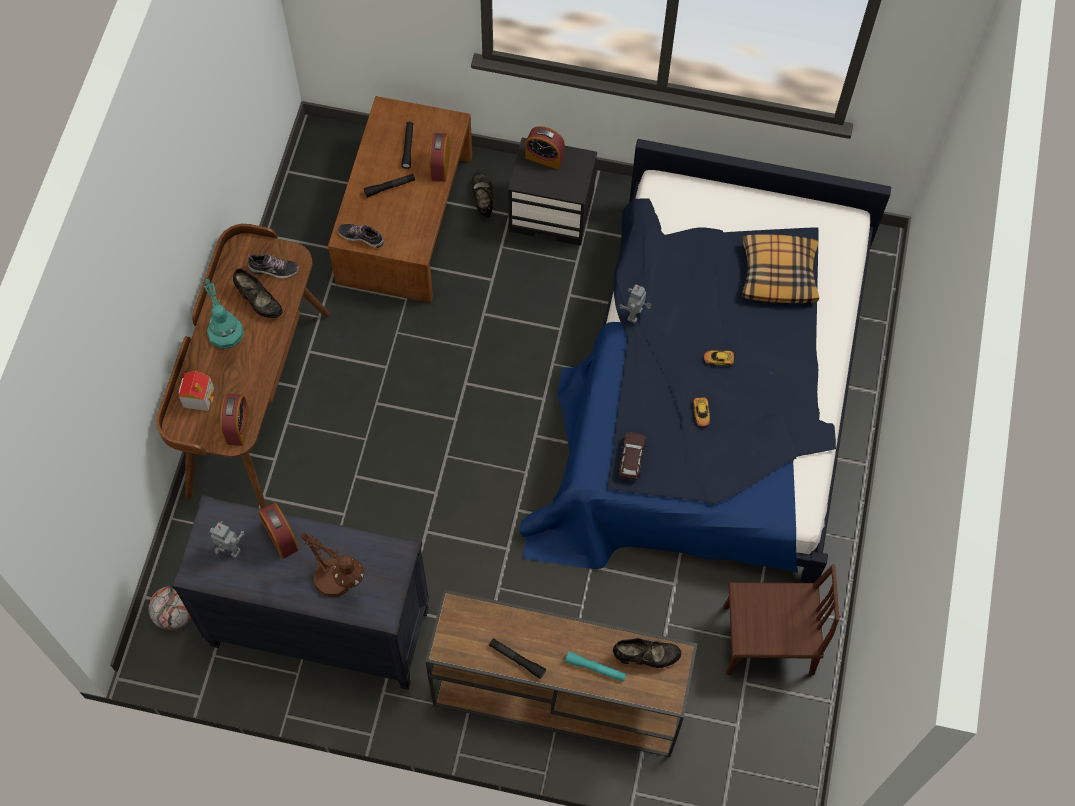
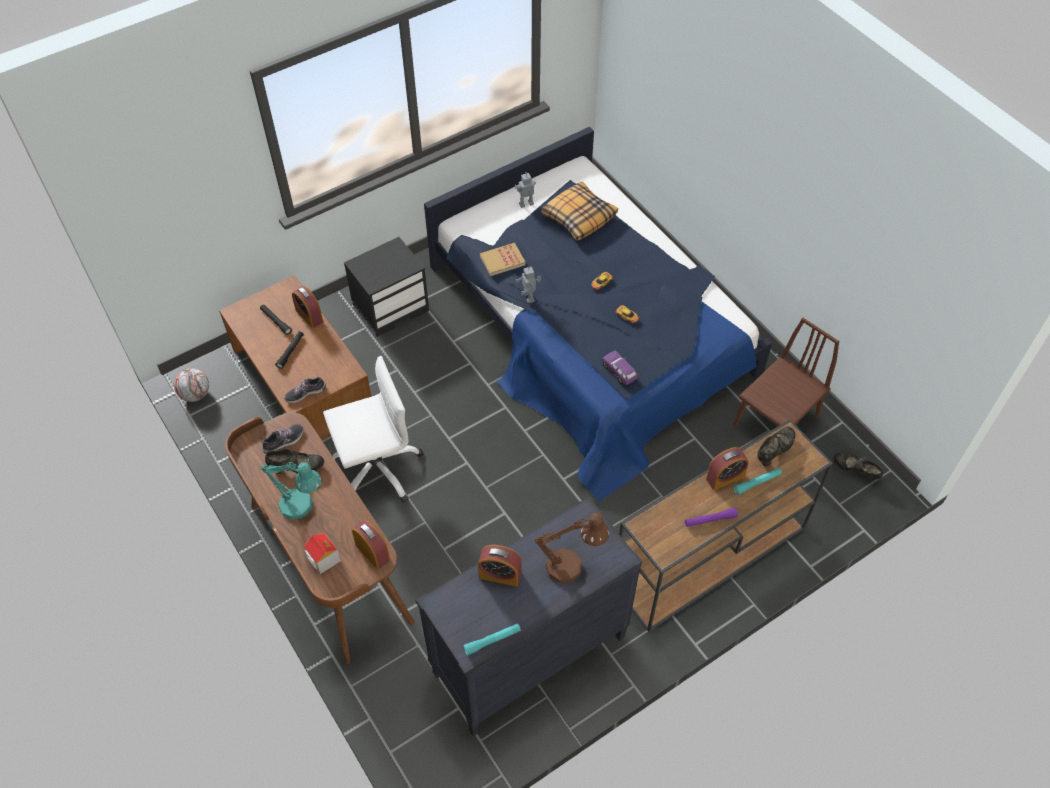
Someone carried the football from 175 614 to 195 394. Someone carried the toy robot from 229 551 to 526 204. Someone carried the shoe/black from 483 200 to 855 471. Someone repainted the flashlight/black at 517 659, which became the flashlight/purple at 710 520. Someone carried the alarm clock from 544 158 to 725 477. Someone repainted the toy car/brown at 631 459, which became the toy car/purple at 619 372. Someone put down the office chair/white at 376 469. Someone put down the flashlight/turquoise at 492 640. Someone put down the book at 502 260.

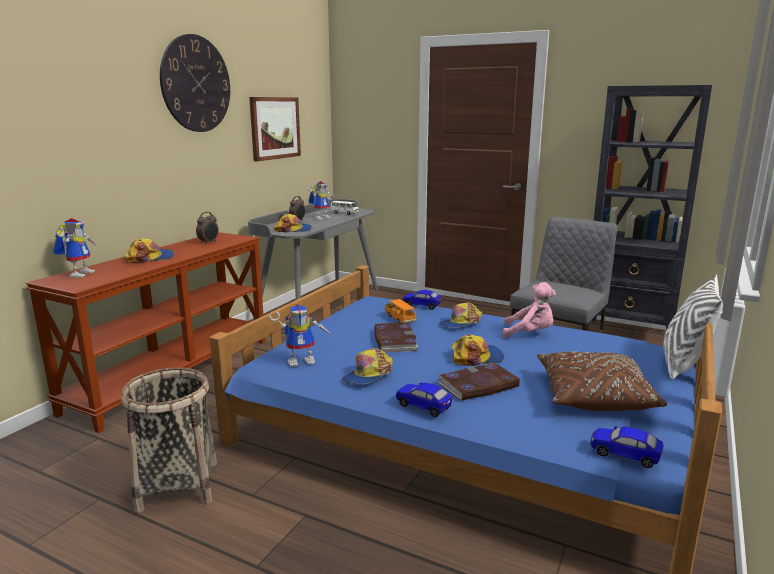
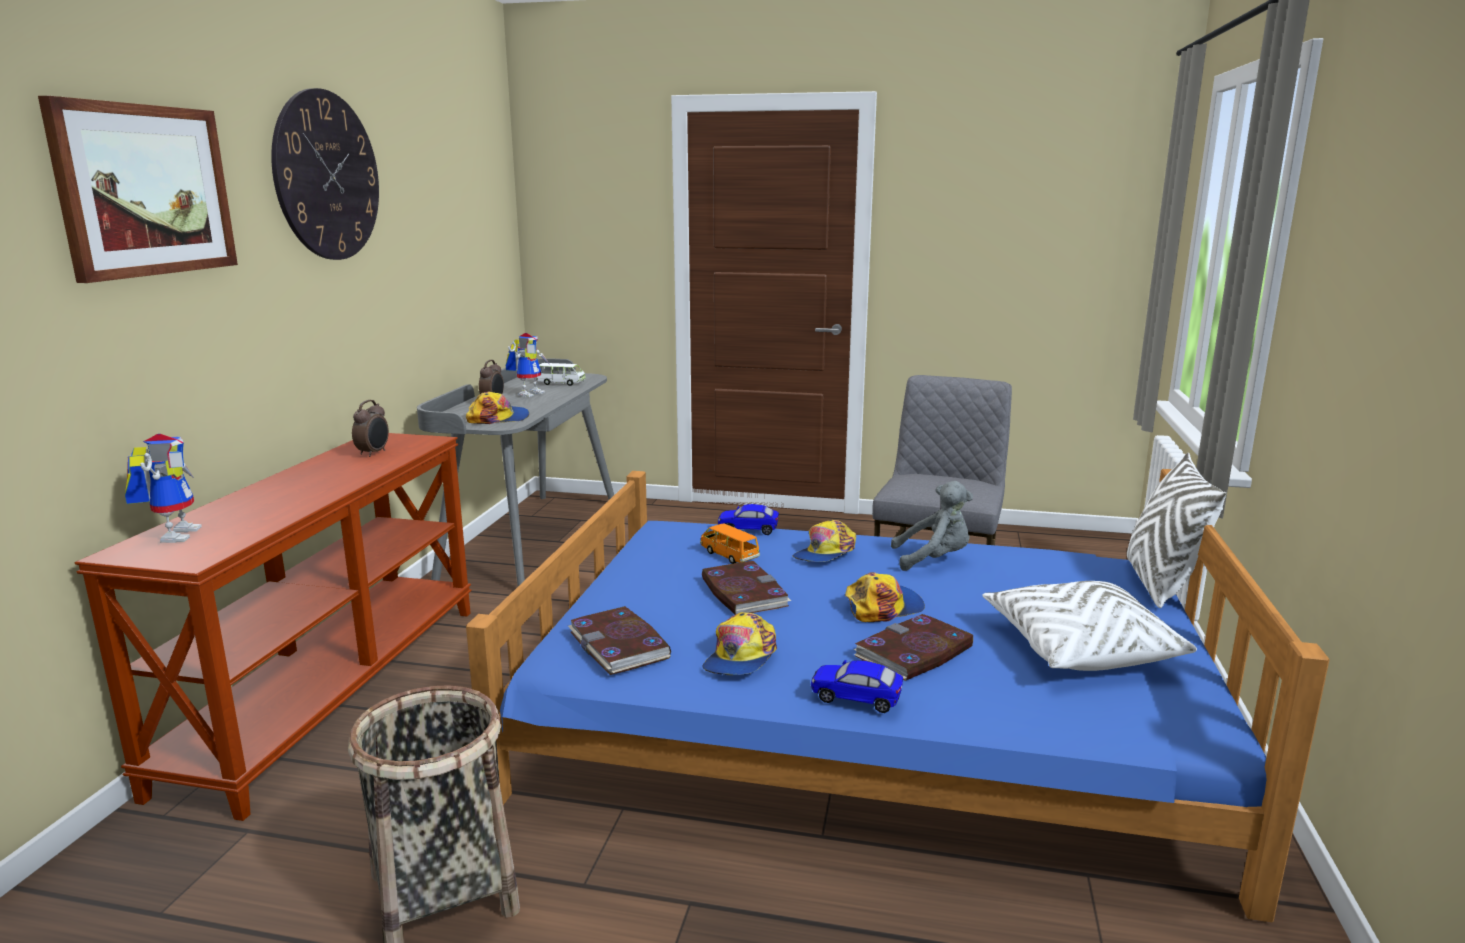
Someone took away the cap at 150 258. Someone carried the picture from 275 128 to 145 190. Someone swapped the toy robot at 303 360 for the book at 619 645. Someone repainted the plush toy/pink at 530 334, which became the plush toy/grey at 934 560. Someone repainted the pillow/brown at 593 396, which became the pillow/white at 1079 648. Someone took away the bookcase/black at 628 335. Someone took away the toy car at 624 455.

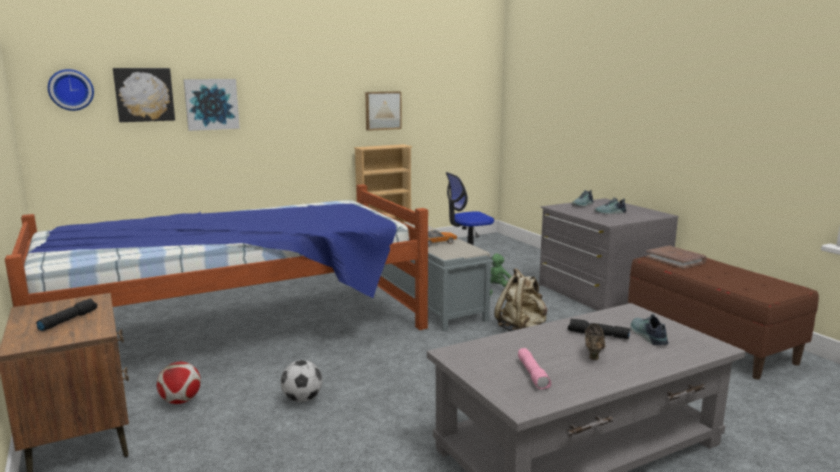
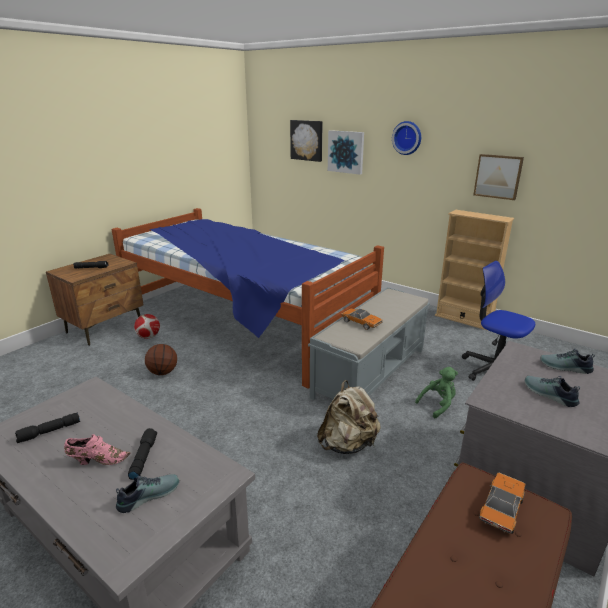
Someone carried the wall clock from 71 89 to 407 138. Someone swapped the football at 302 399 for the basketball at 163 372. Someone repainted the flashlight/pink at 533 374, which became the flashlight/black at 49 432. Someone repainted the shoe/brown at 593 352, which became the shoe/pink at 97 460. Someone swapped the book/brown at 675 260 for the toy car at 501 508.

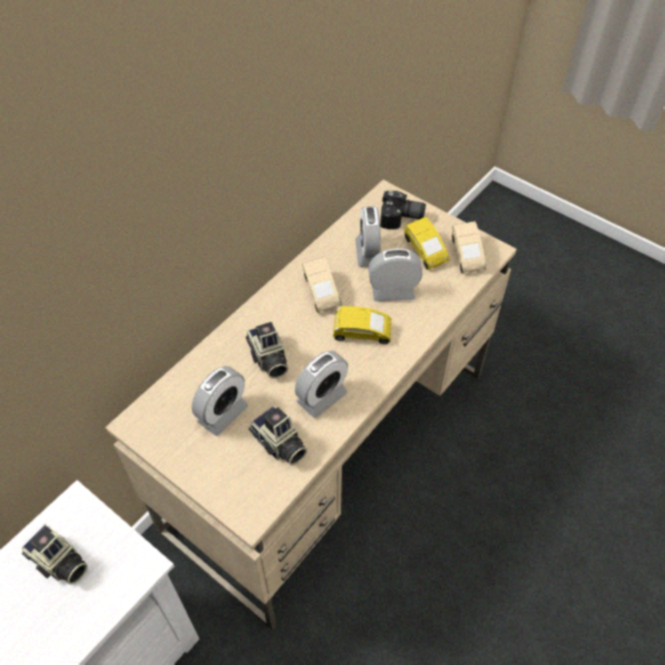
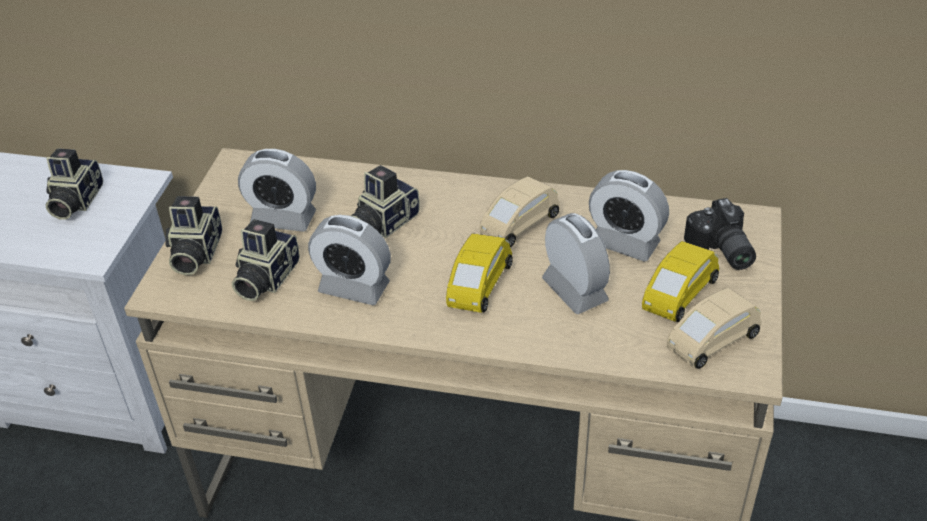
Someone rotated the toy car/yellow at 362 334 by 45 degrees clockwise. Someone rotated the alarm clock at 368 253 by 120 degrees counterclockwise. Someone put down the photo camera at 194 253.

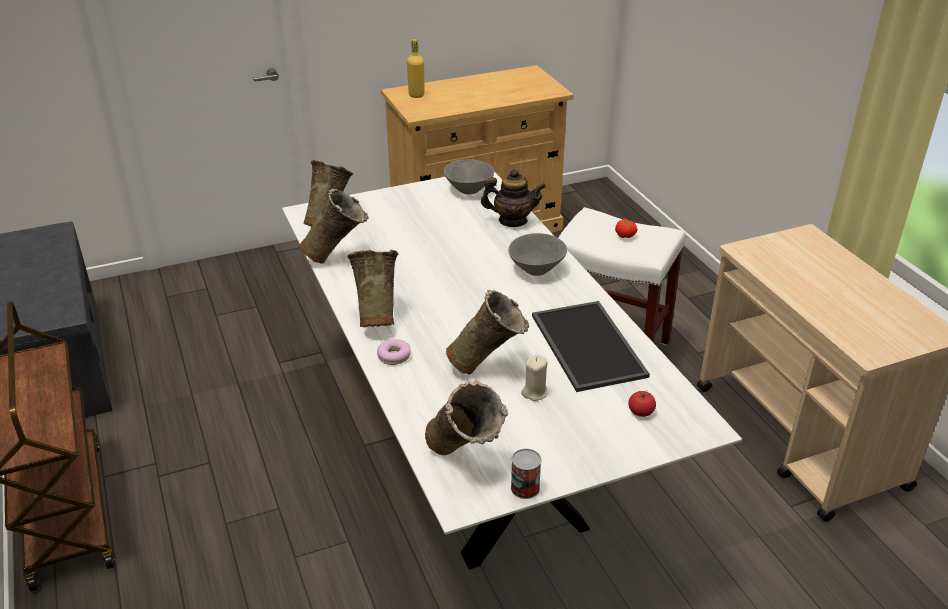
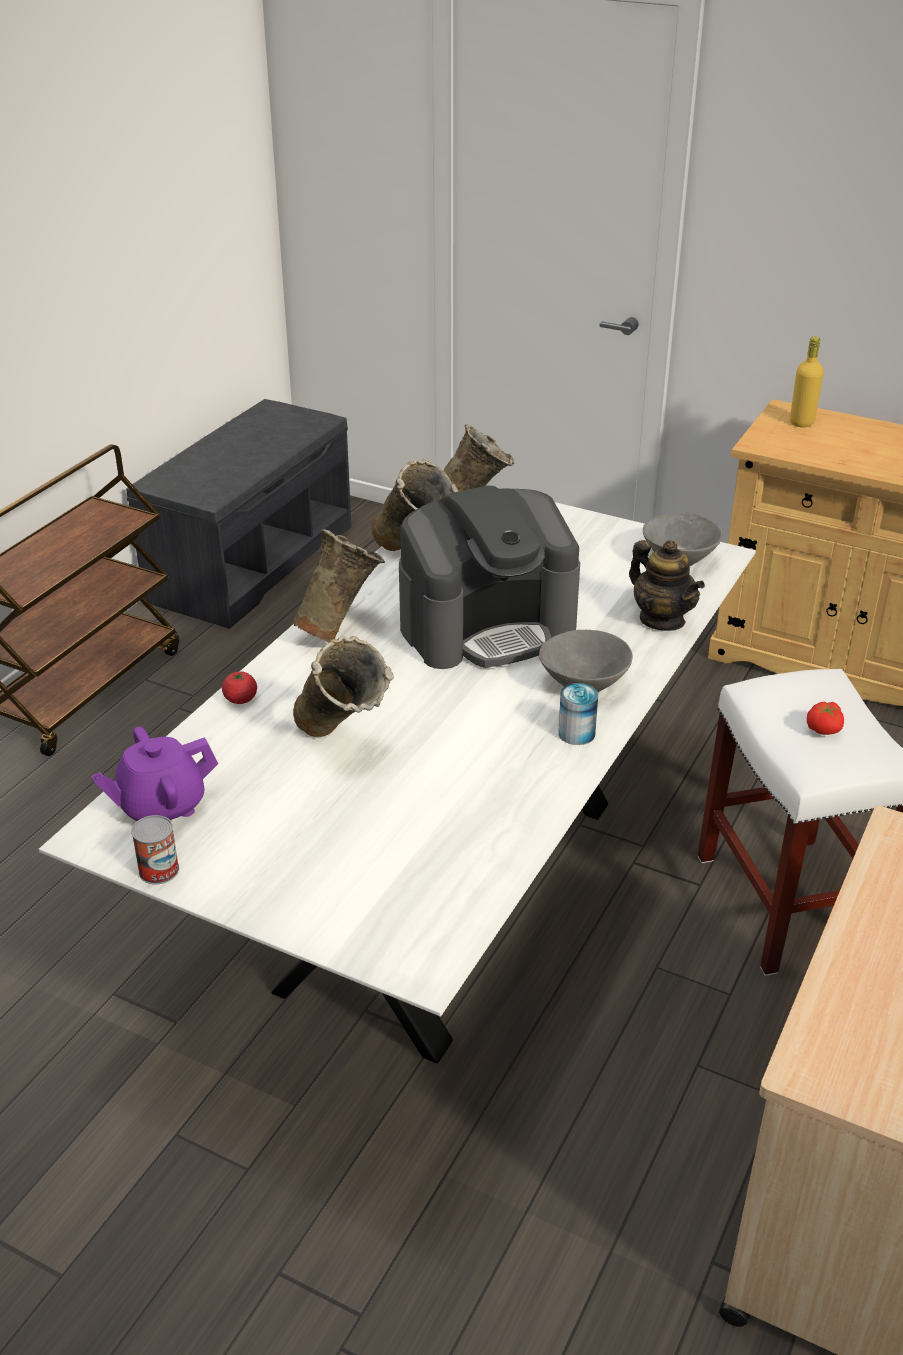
Someone took away the donut at 394 356. Someone swapped the vase/beige at 464 461 for the teapot/purple at 161 806. Someone took away the candle/beige at 534 392. Someone took away the tray at 585 345. Someone carried the tomato from 641 412 to 240 699. Someone put down the coffee machine at 487 626. Someone put down the can at 576 733.

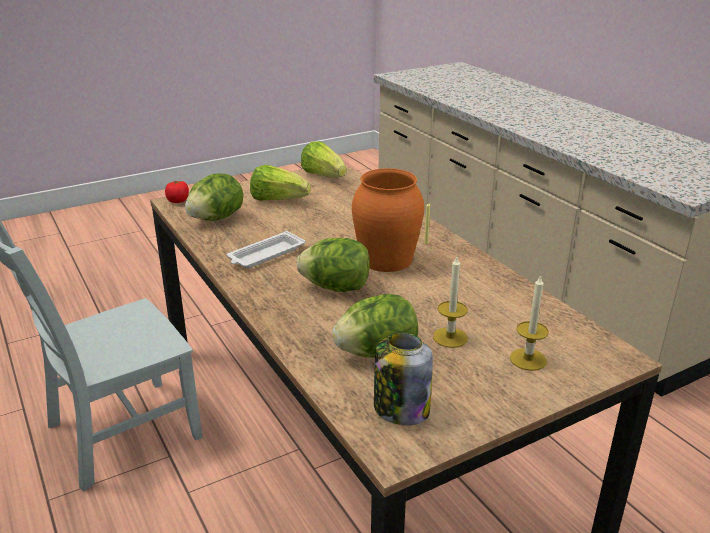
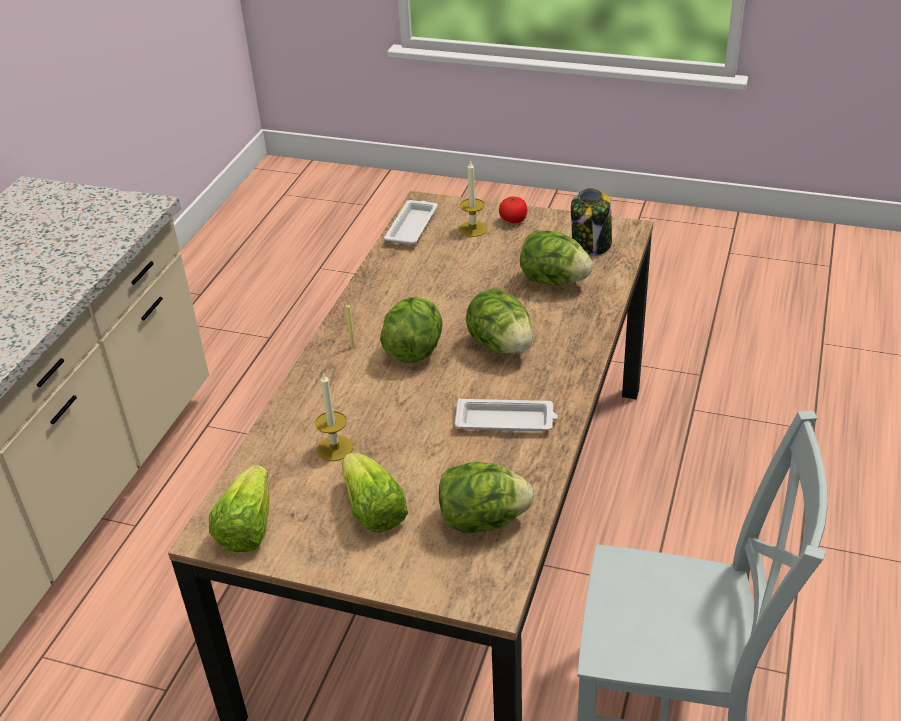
Someone carried the tomato from 178 201 to 513 220. Someone swapped the vase/orange at 386 259 for the lettuce at 414 350. Someone carried the candle from 450 337 to 334 448. Someone put down the tray/white at 412 226.

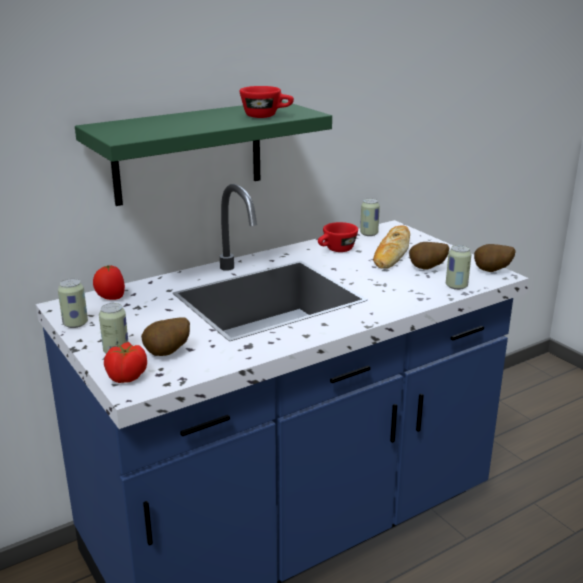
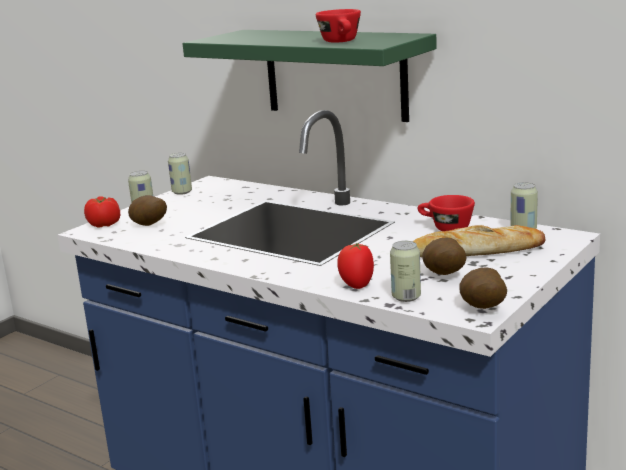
Someone carried the tomato from 110 298 to 356 285.

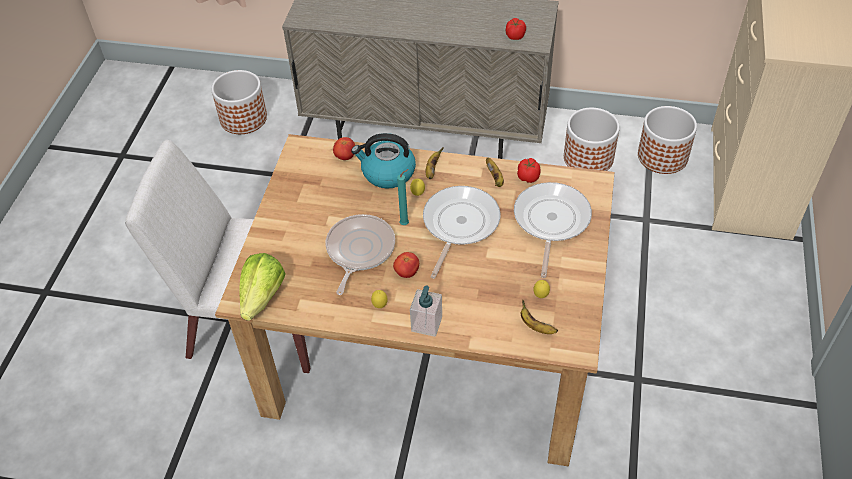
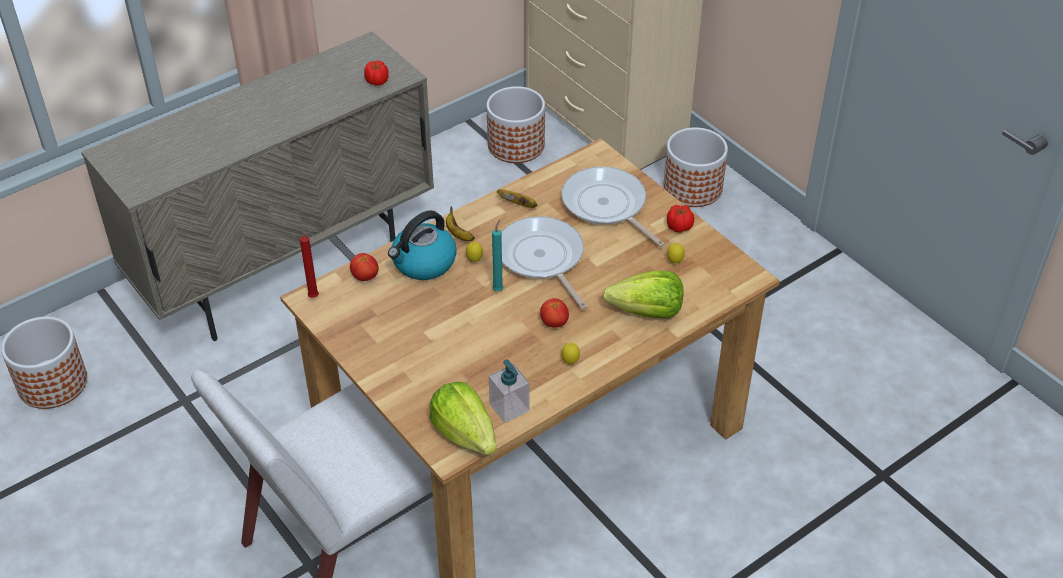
Someone took away the frying pan at 359 250. Someone carried the soap dispenser from 426 324 to 509 408. Someone carried the tomato from 528 176 to 678 226. Someone took away the banana at 535 326. Someone carried the planter from 588 158 to 693 188. Someone put down the candle/red at 315 296. Someone put down the lettuce at 647 312.

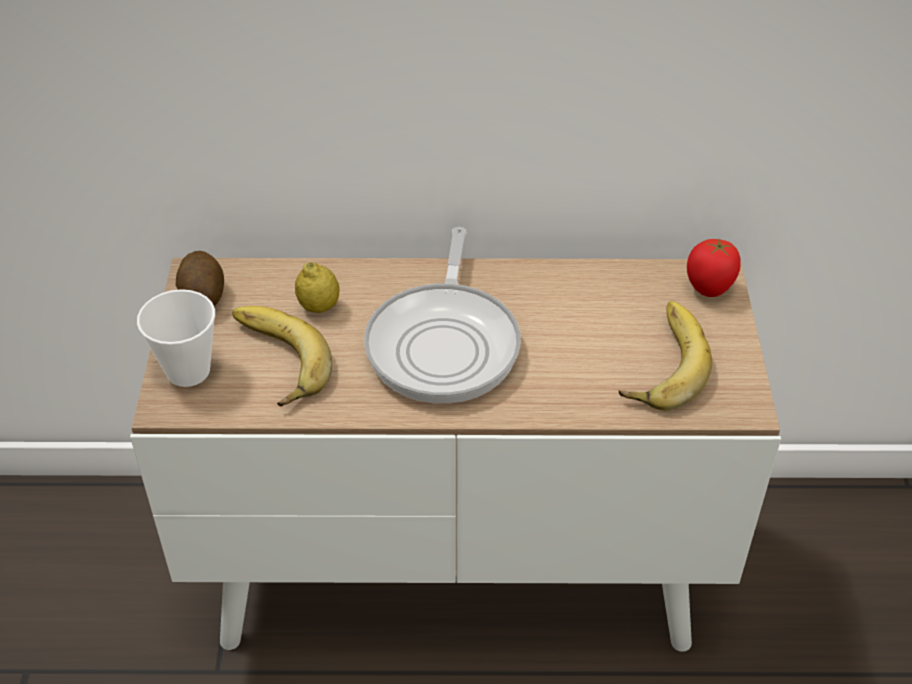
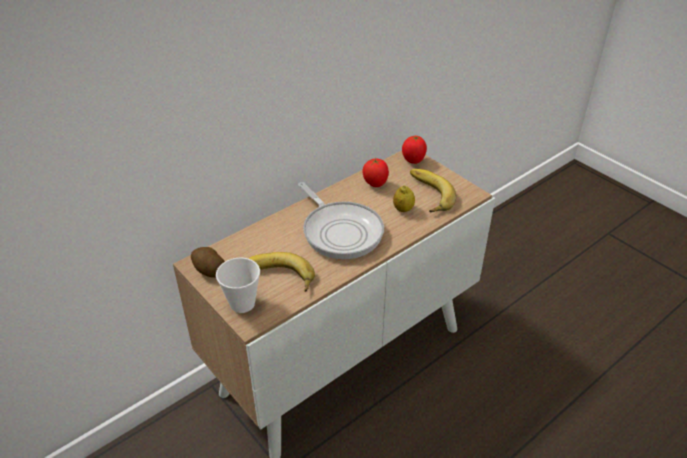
Someone carried the lemon from 319 307 to 403 209. Someone put down the tomato at 375 184.

